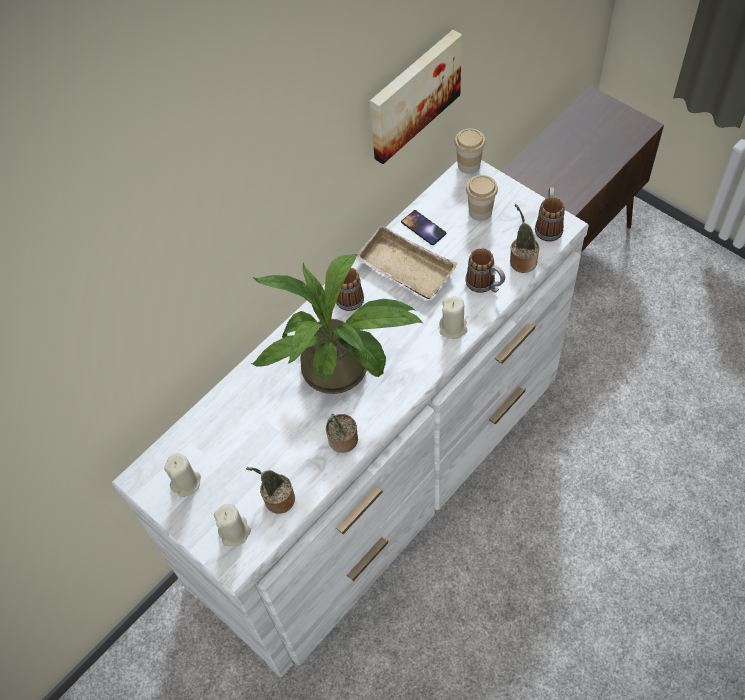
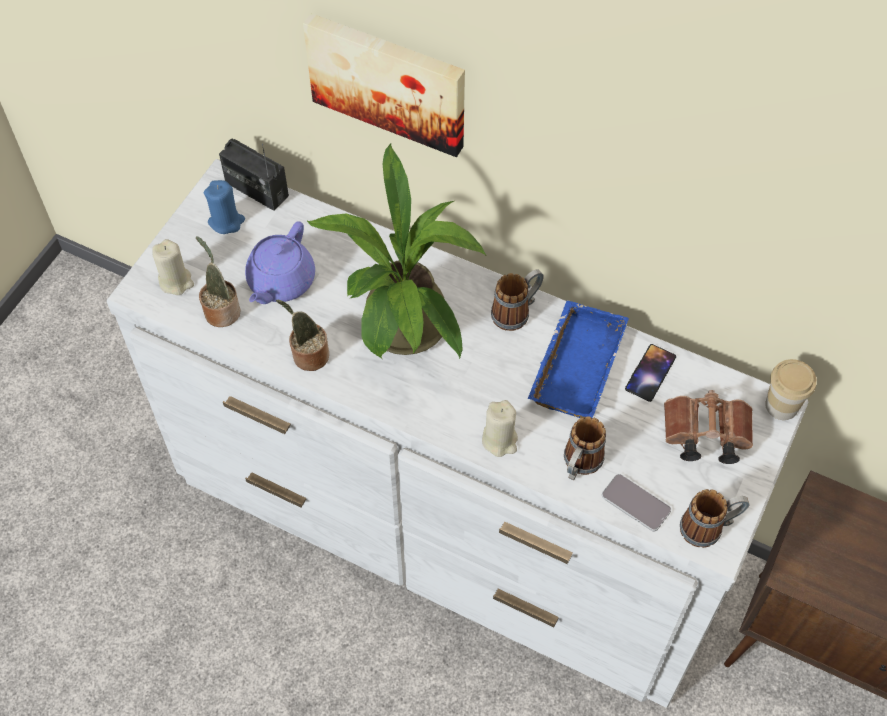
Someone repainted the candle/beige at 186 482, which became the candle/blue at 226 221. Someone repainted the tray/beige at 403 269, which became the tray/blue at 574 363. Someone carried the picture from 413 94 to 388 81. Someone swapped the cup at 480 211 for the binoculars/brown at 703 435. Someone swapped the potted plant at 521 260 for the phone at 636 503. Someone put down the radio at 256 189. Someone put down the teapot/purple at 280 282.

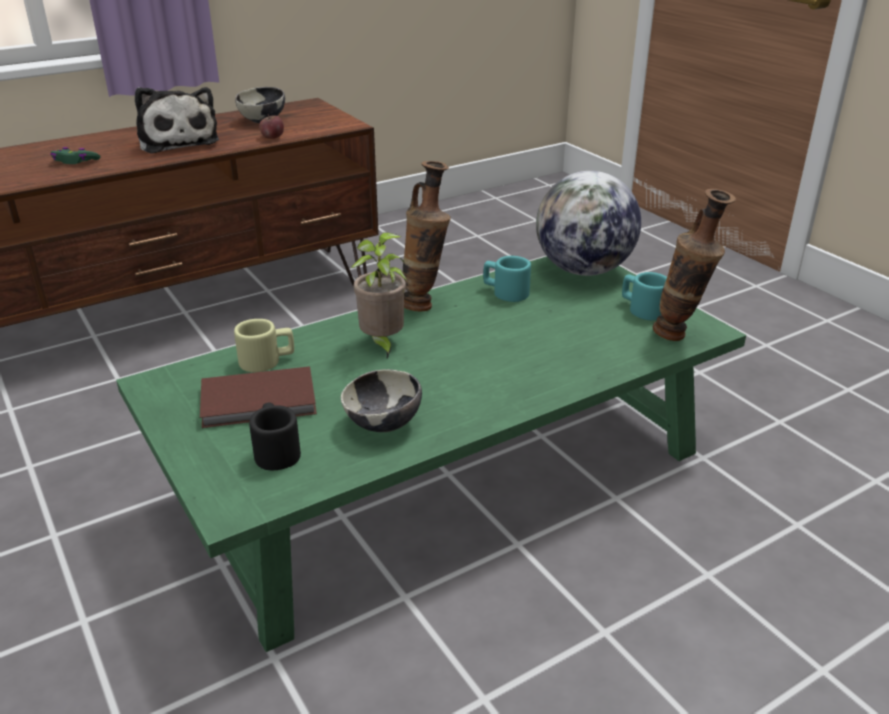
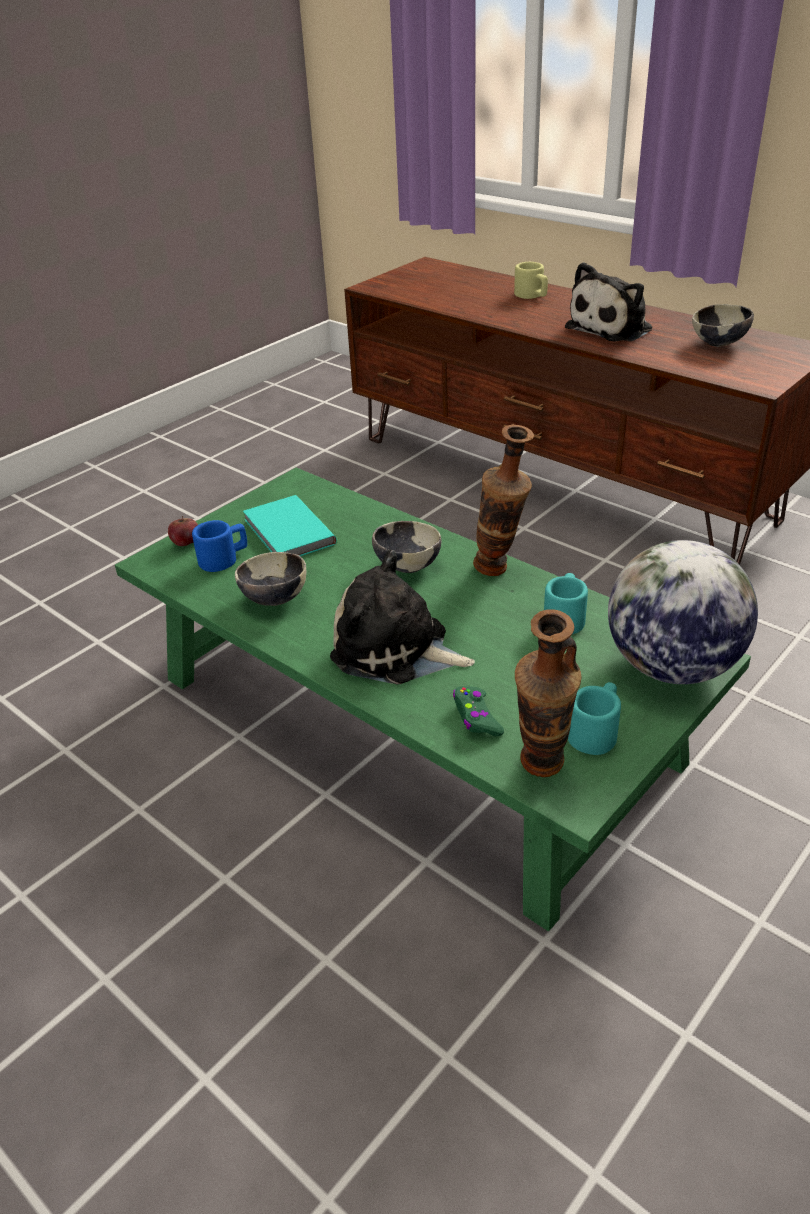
Someone carried the game controller/green from 75 162 to 476 717. Someone repainted the book/brown at 260 402, which became the book/turquoise at 287 533. Someone carried the mug/beige from 267 361 to 532 296. Someone repainted the mug/black at 276 450, which became the mug/blue at 224 559. Someone carried the apple from 272 137 to 186 543. Someone swapped the potted plant at 382 344 for the bowl at 407 566. Someone put down the plush toy at 396 650.

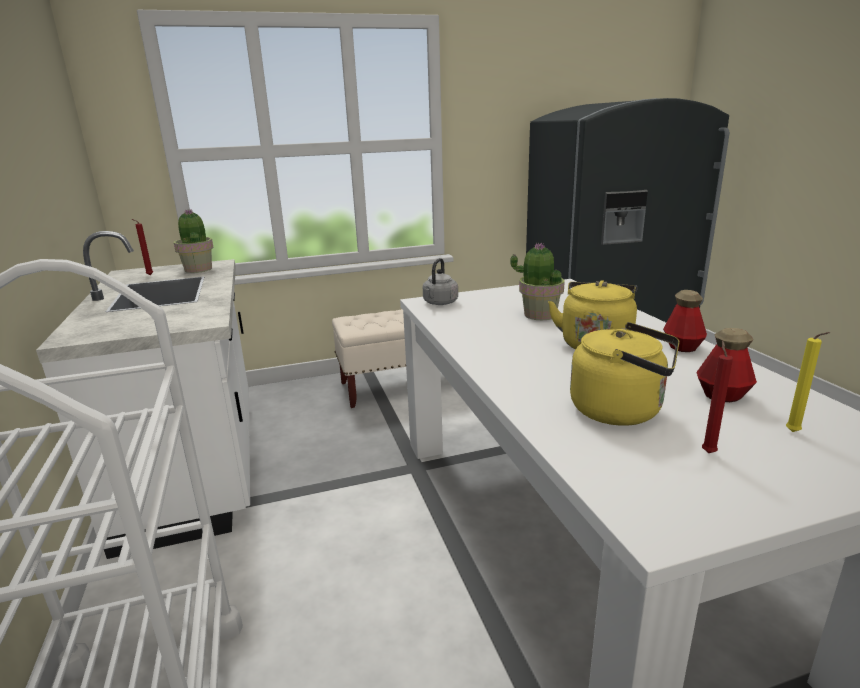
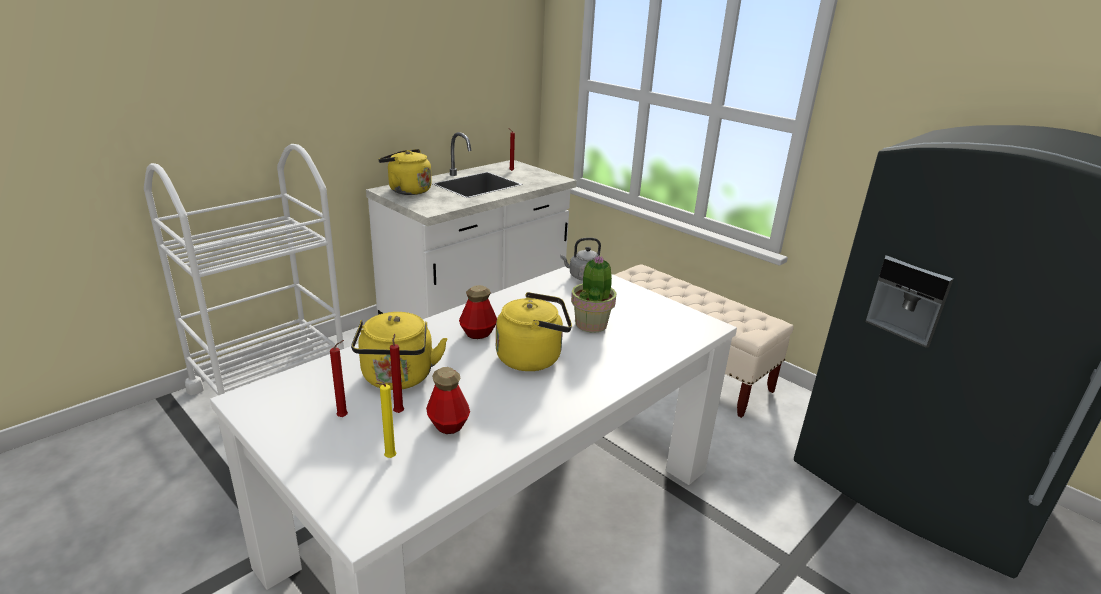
Someone took away the potted plant at 198 269. Someone carried the bottle from 682 347 to 478 333. Someone put down the kettle/yellow at 407 190. Someone put down the candle/red at 399 411.

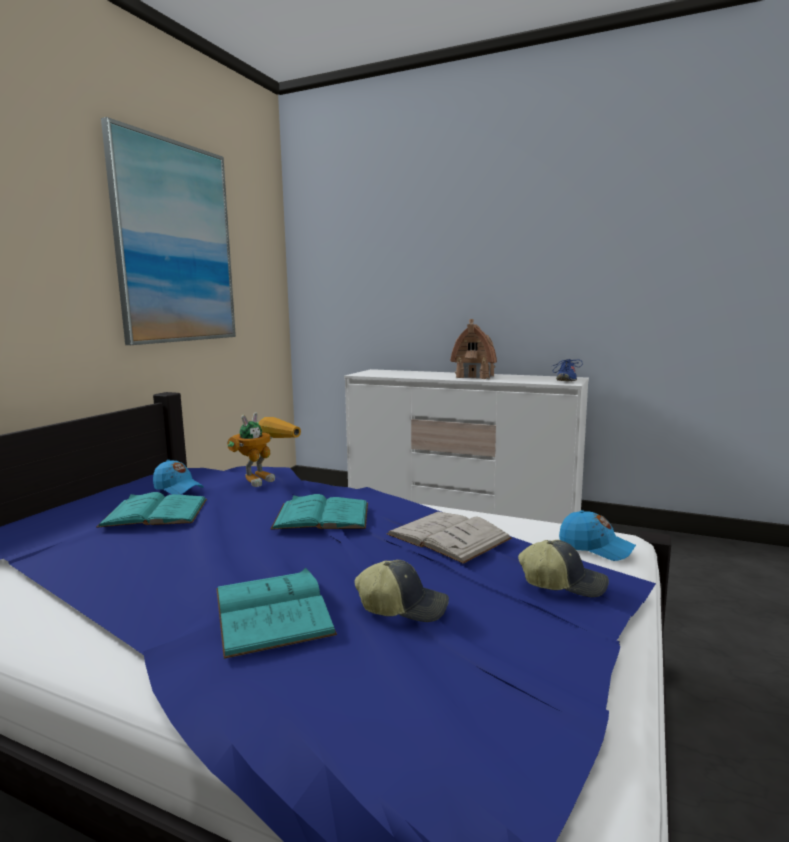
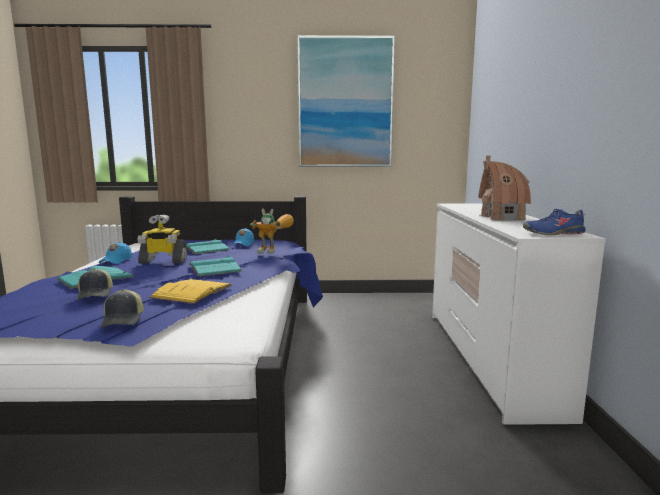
Someone repainted the book/white at 448 536, which became the book/yellow at 192 291. Someone carried the cap/blue from 595 548 to 116 261. Someone put down the toy robot at 163 261.

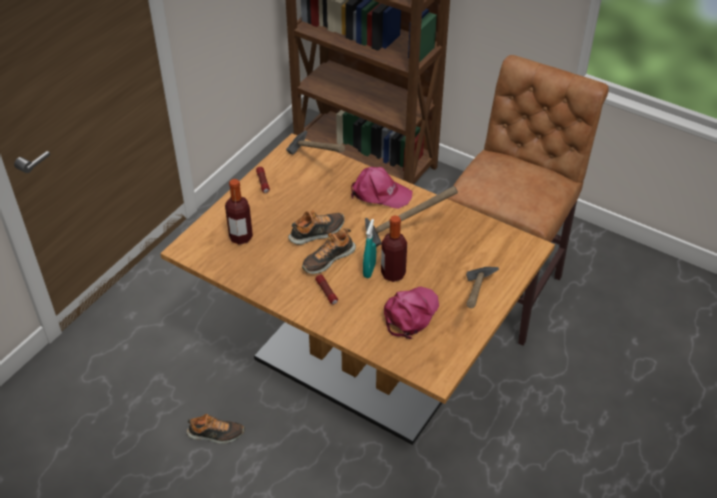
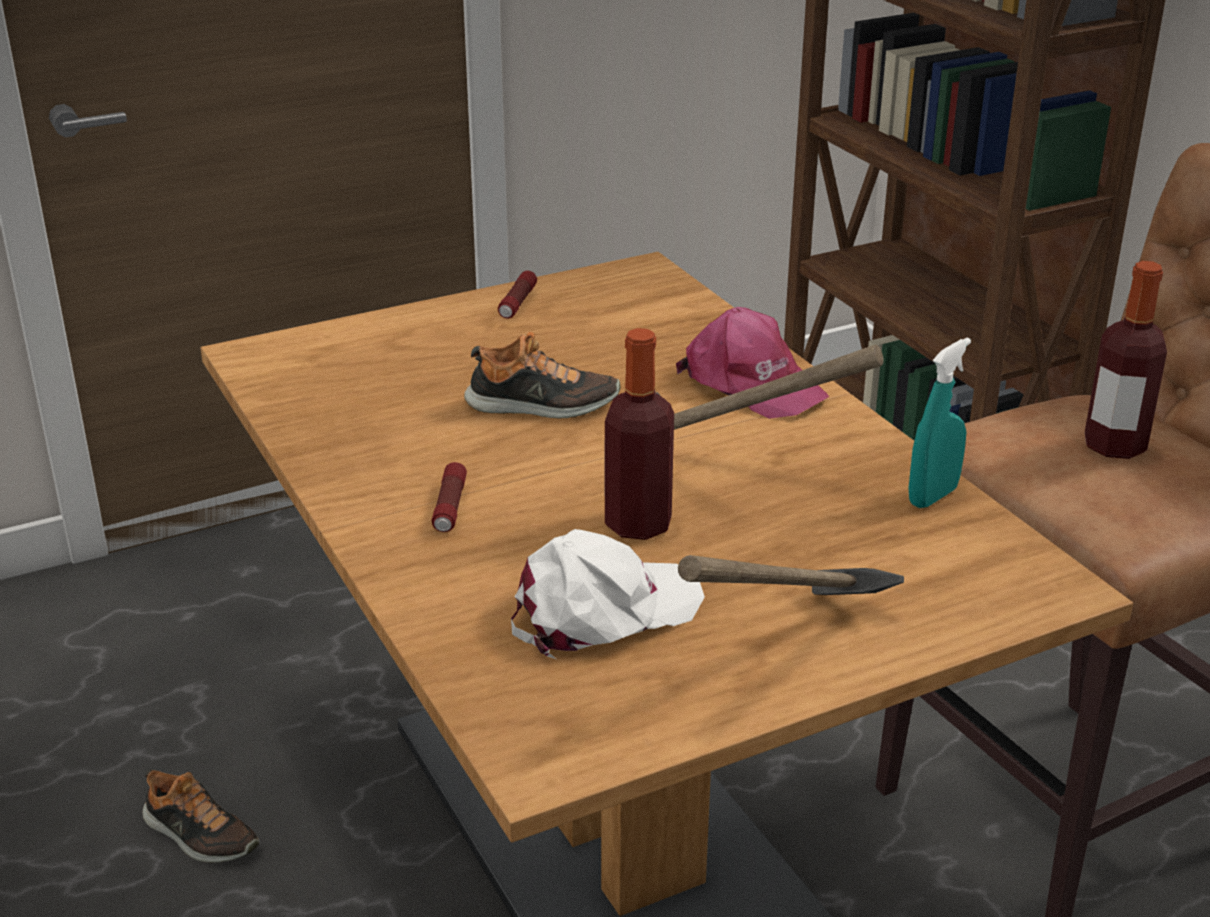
Someone carried the bottle from 241 237 to 1114 446. Someone took away the hammer at 316 165. Someone took away the shoe at 328 259. Someone carried the spray bottle/turquoise from 369 270 to 932 496. Someone repainted the cap/pink at 410 314, which became the cap/white at 602 612.

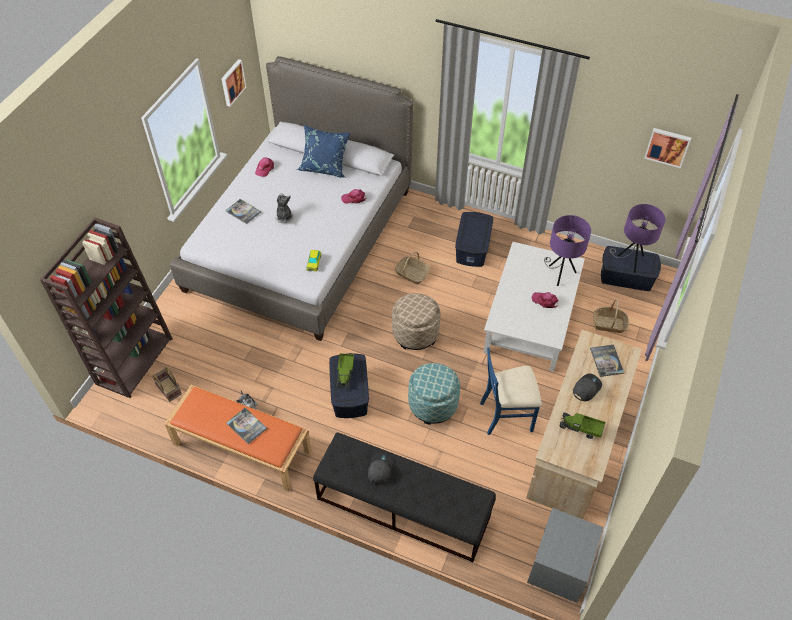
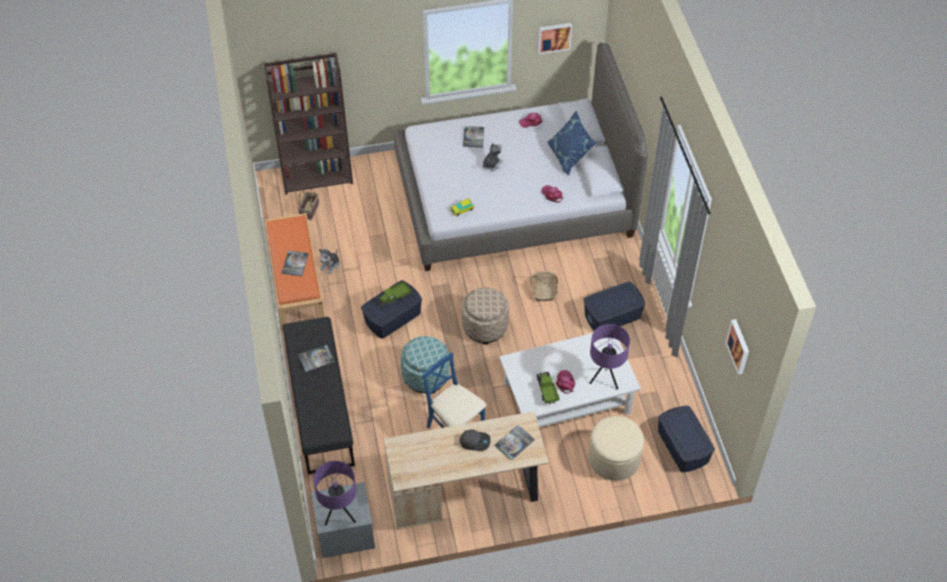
Someone swapped the cap/grey at 380 469 for the book at 316 359. Someone carried the toy truck from 580 428 to 546 391. Someone swapped the basket at 609 324 for the ottoman/beige at 614 458. Someone carried the table lamp/purple from 630 260 to 340 514.

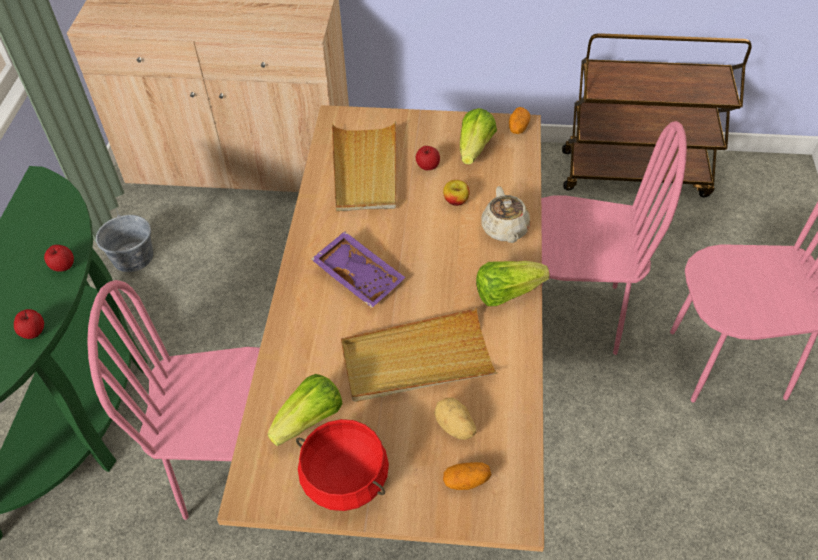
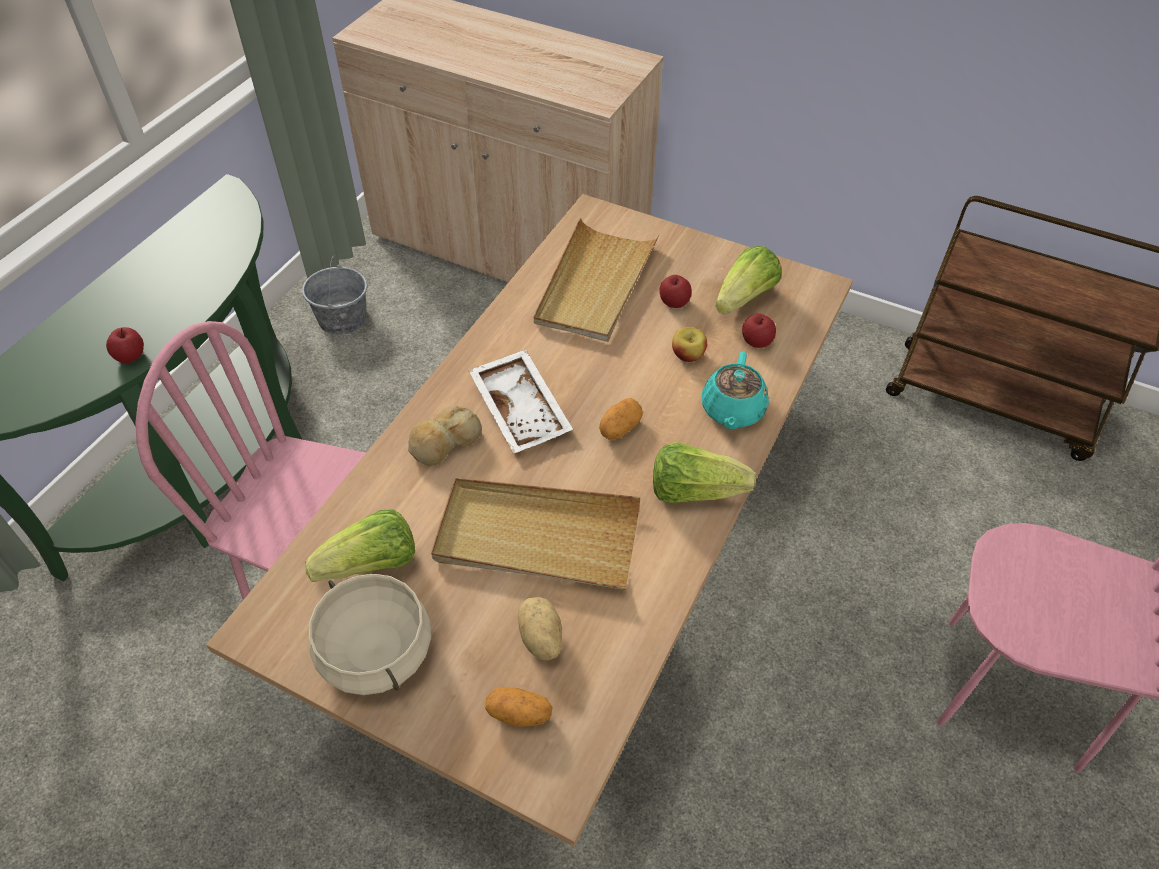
Someone carried the apple from 63 266 to 756 341. Someone repainted the cooking pot/red at 344 478, which became the cooking pot/beige at 374 651. Someone repainted the tray/purple at 360 275, which became the tray/white at 522 409. Someone repainted the teapot/beige at 505 230, which became the teapot/turquoise at 732 410. Someone carried the potato from 518 127 to 619 428. Someone took away the chair/pink at 572 314. Someone put down the bread at 444 443.

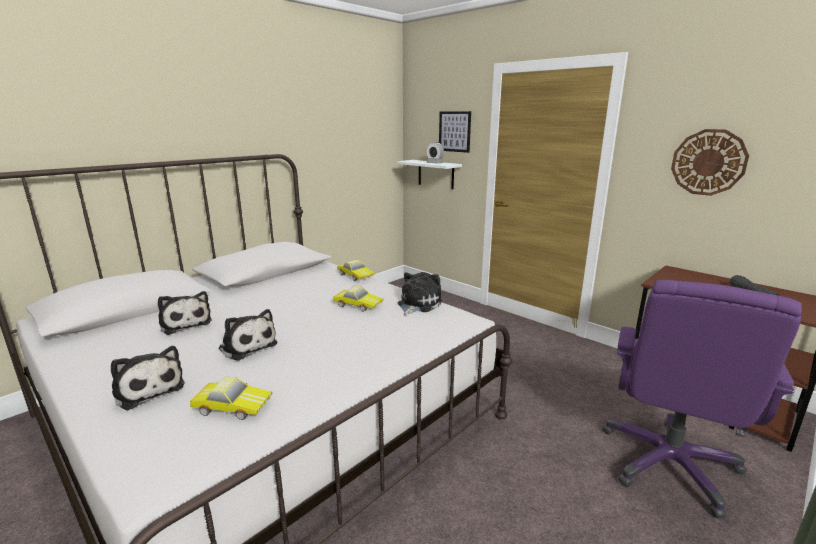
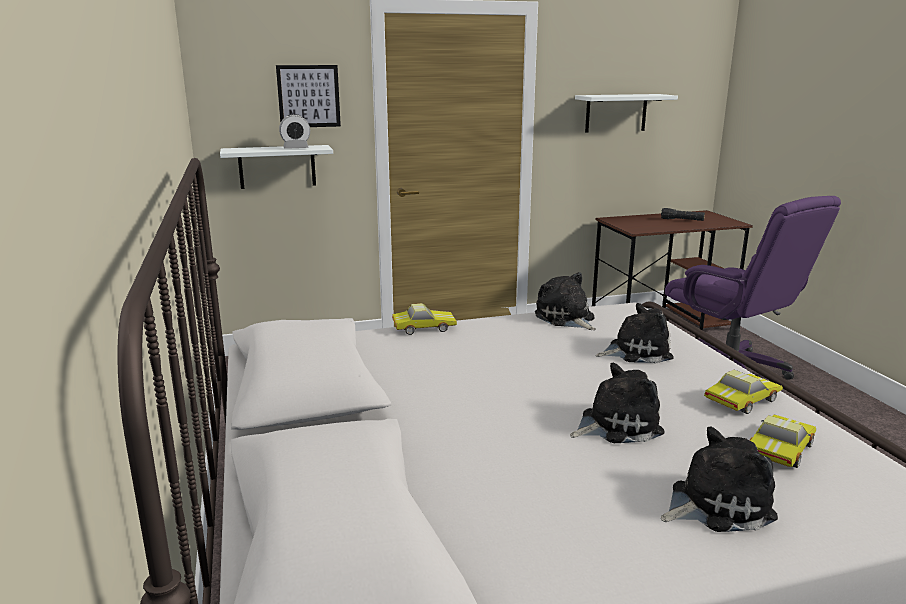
Someone carried the plush toy from 185 323 to 636 351. Someone carried the toy car from 358 304 to 740 399. Someone swapped the wall clock at 708 162 for the shelf/white at 616 113.

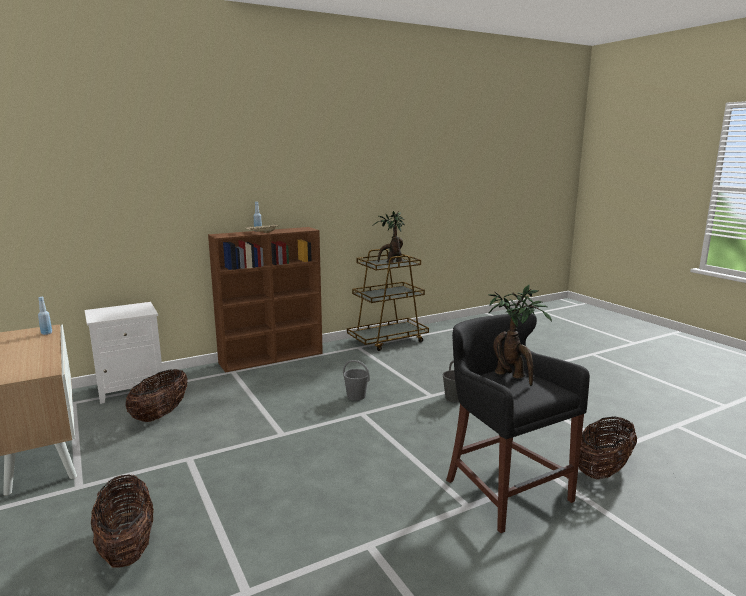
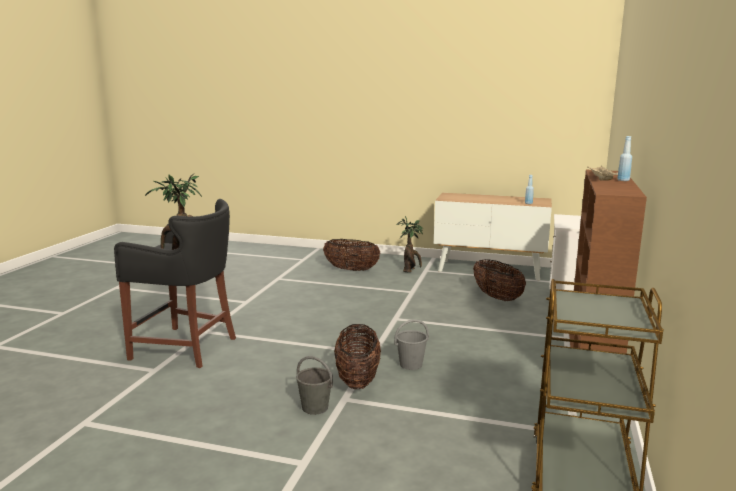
Someone carried the potted plant from 392 262 to 410 270. Someone carried the basket from 603 470 to 357 380.

